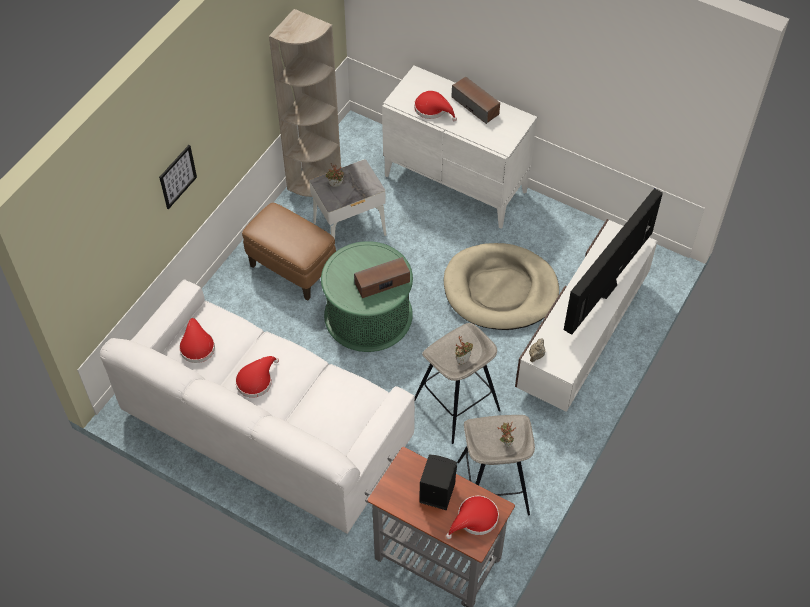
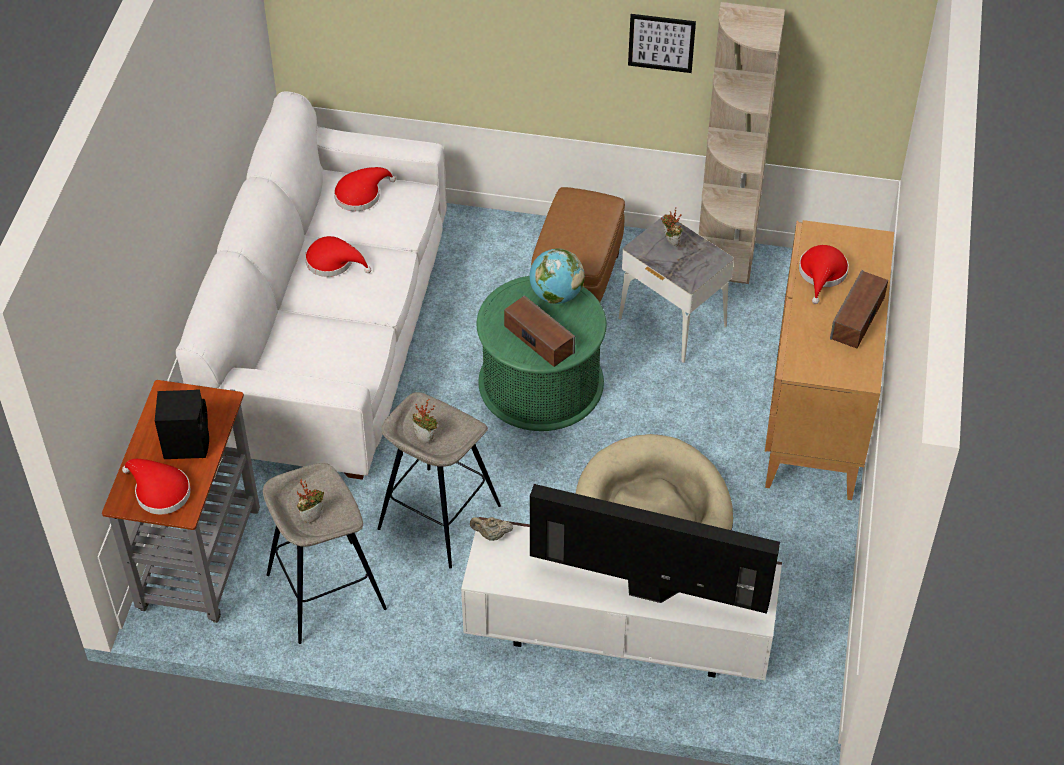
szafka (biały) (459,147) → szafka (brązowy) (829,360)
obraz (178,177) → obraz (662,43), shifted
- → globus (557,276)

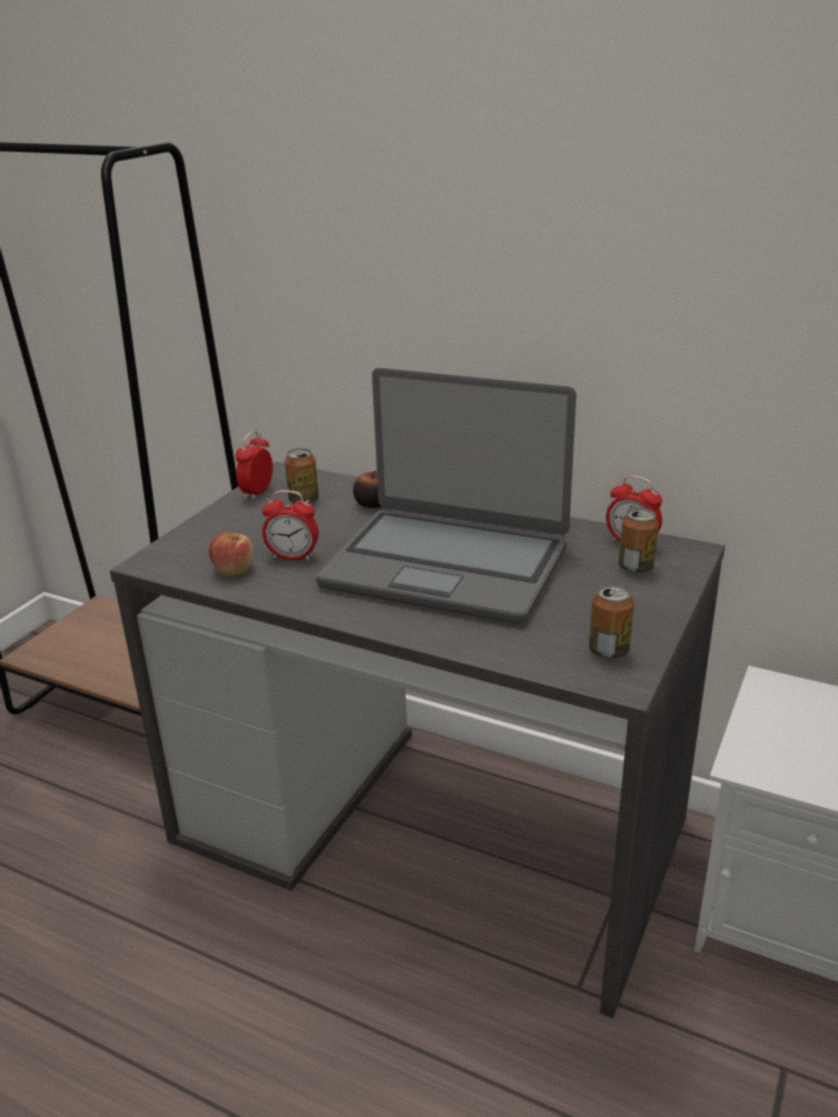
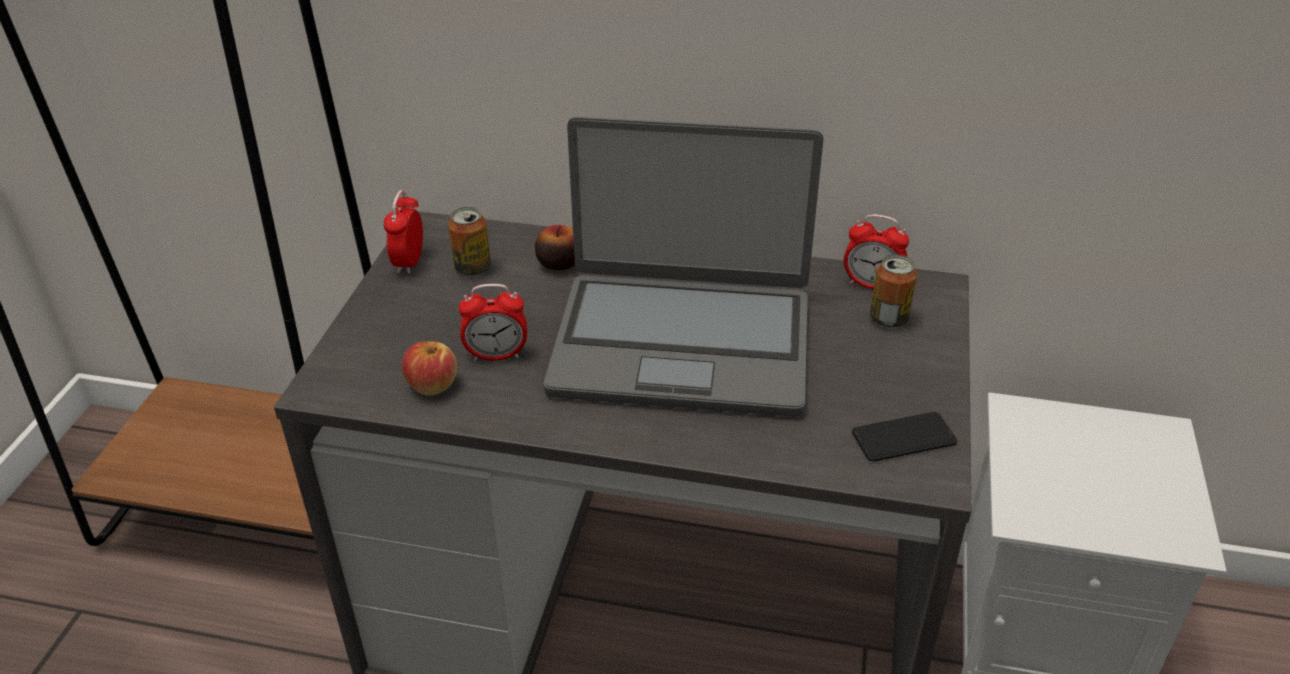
puszka (611,621) → telefon (904,436)

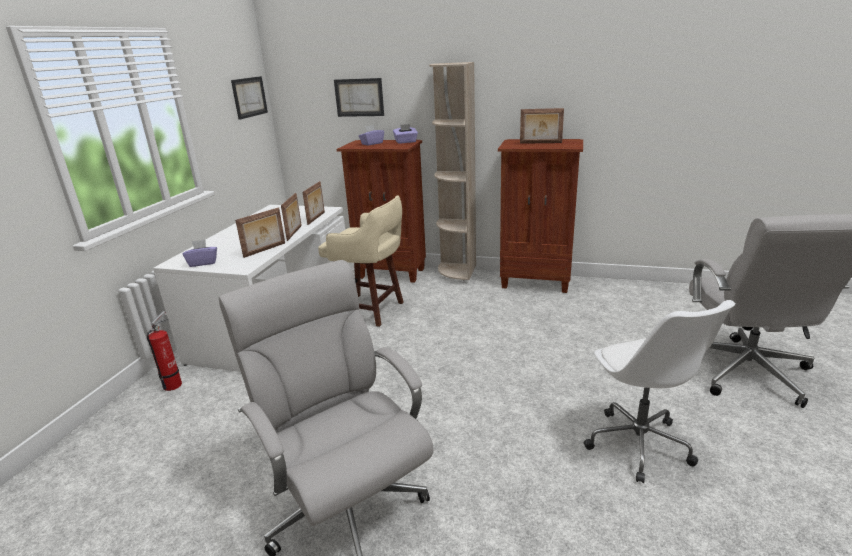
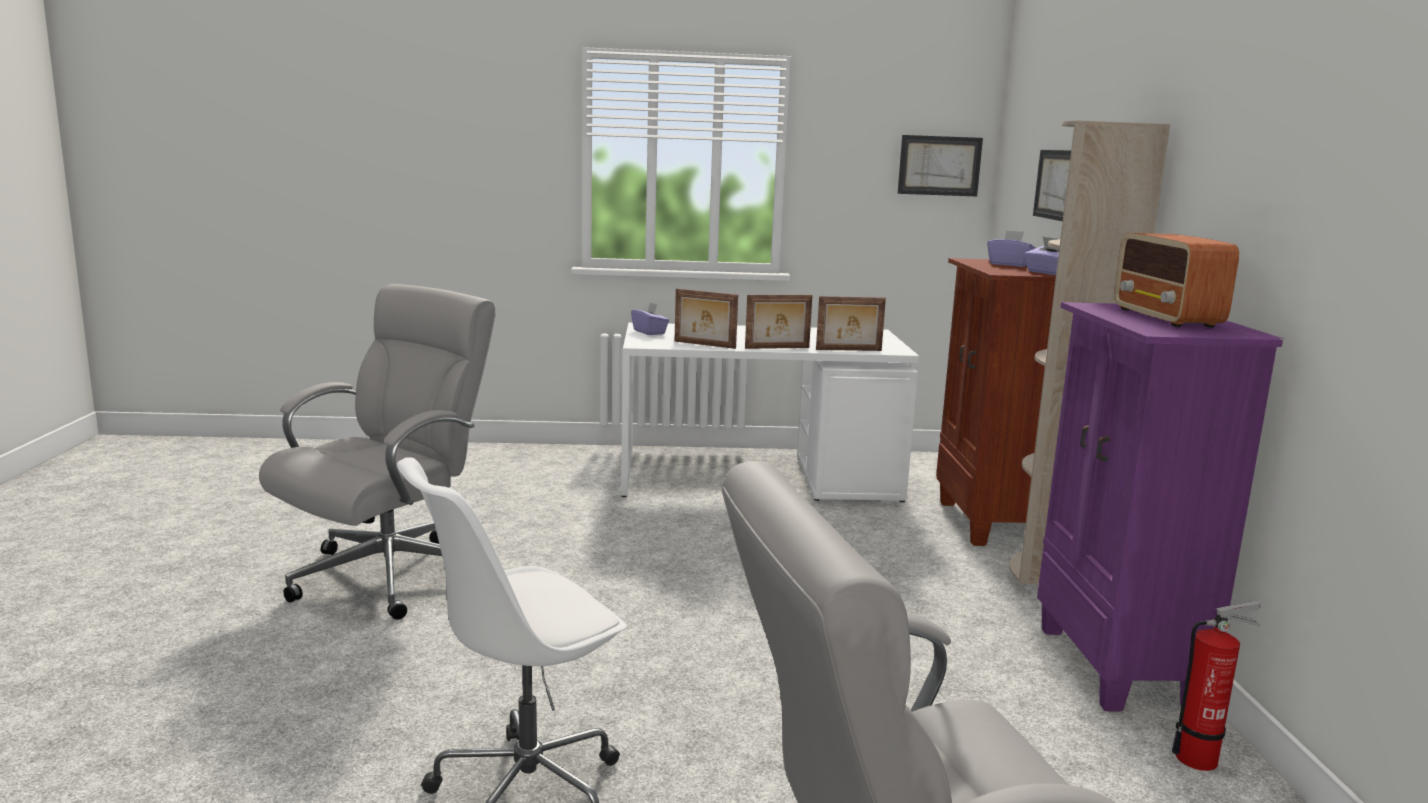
ramka na zdjęcie (542,126) → radio (1176,280)
szafka (brązowy) (540,216) → szafka (fioletowy) (1160,506)
stołek (beżowy) (361,261) → -
gaśnica (164,351) → gaśnica (1216,686), shifted

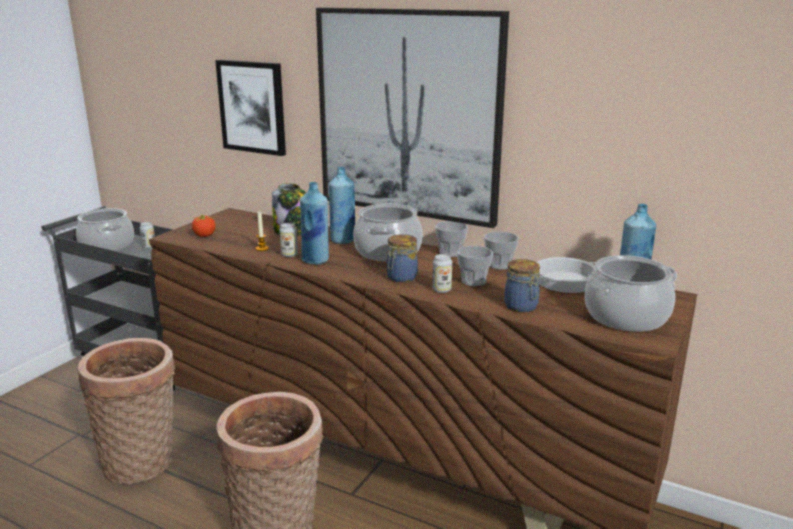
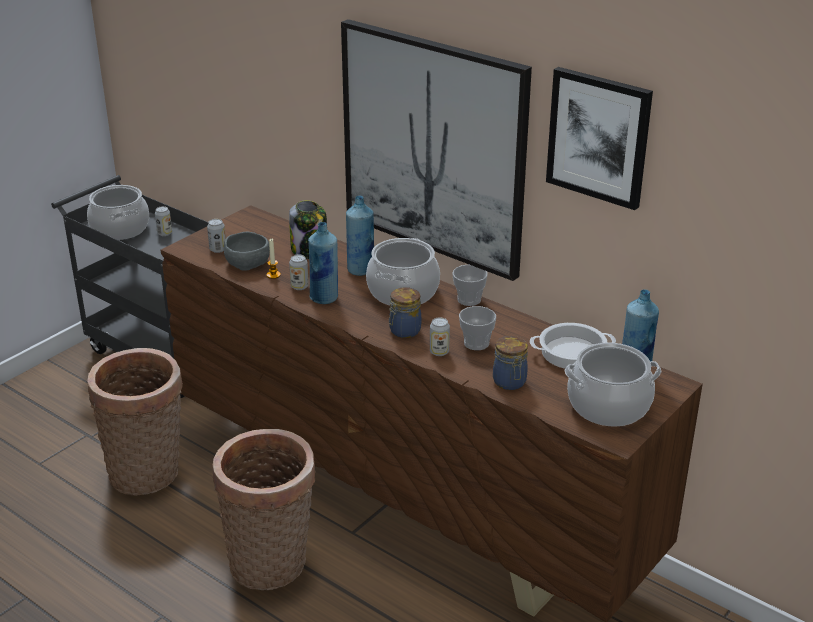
obraz (250,108) → obraz (599,138), shifted
pomidor (204,225) → puszka (216,236)
filiżanka (501,251) → -
- → miska (szary) (247,251)

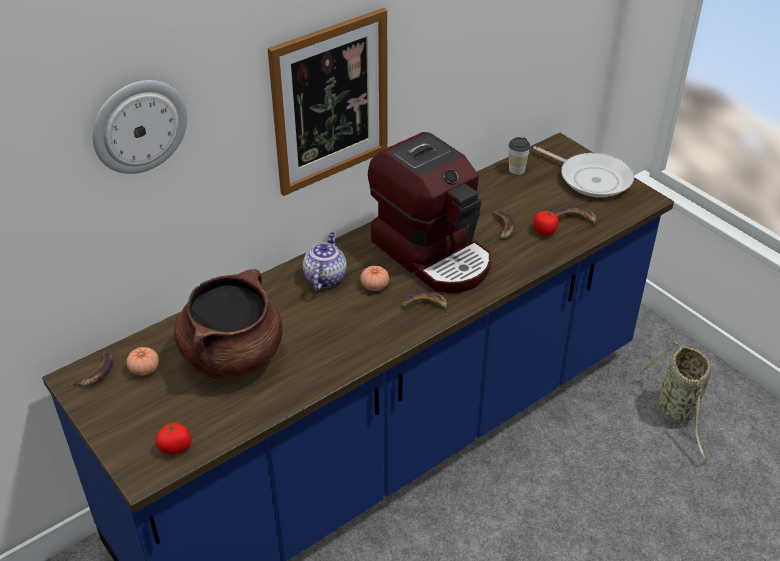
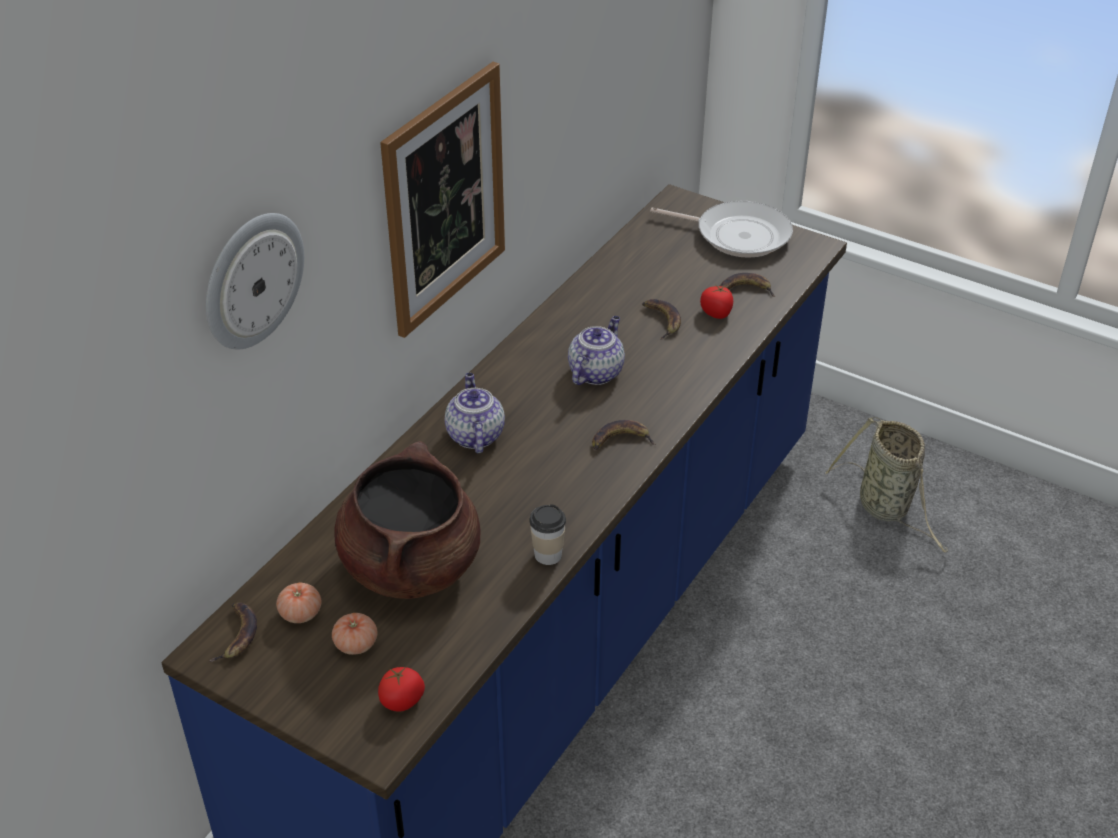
ekspres do kawy (429,212) → imbryk (596,350)
filiżanka (519,156) → filiżanka (547,534), shifted
pomidor (374,278) → pomidor (355,634), shifted

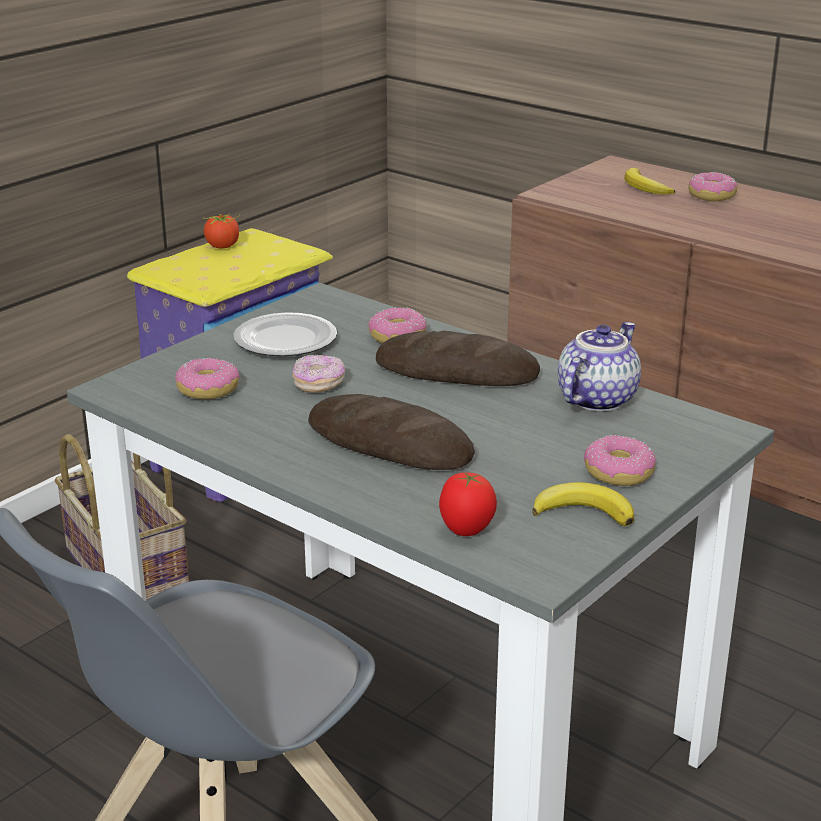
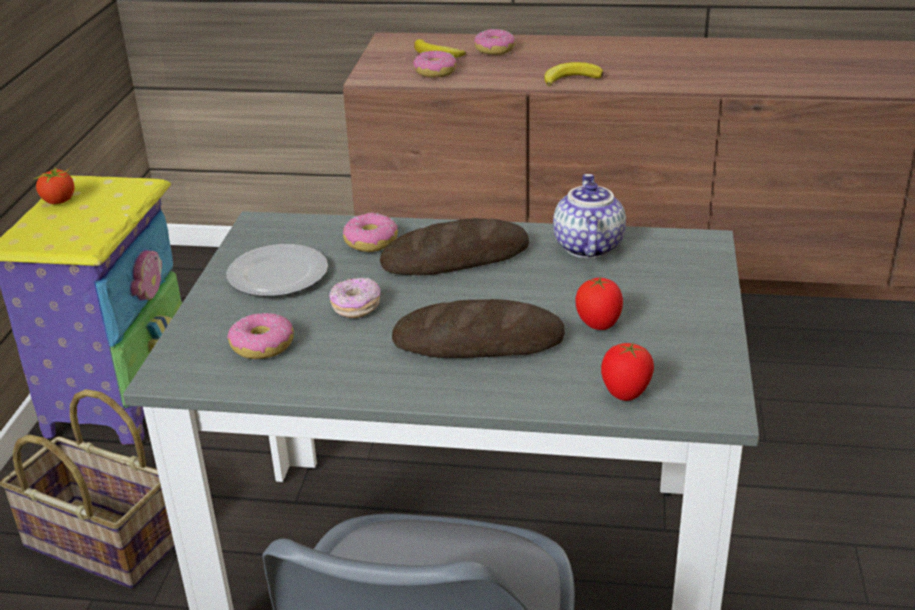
donut (620,460) → donut (435,64), shifted
banan (583,504) → banan (573,74), shifted
- → pomidor (599,303)

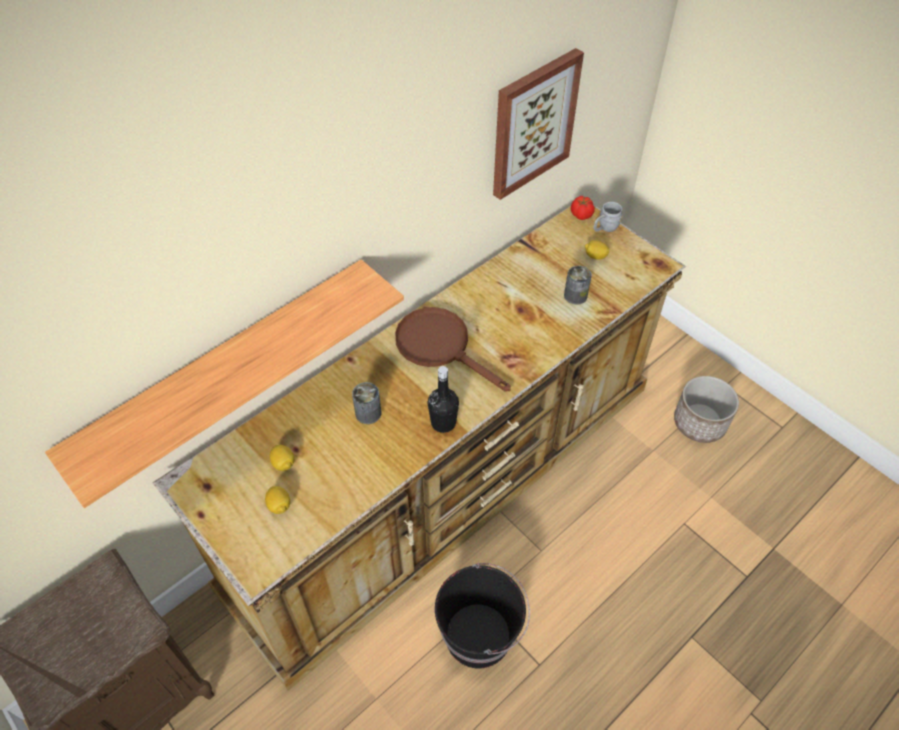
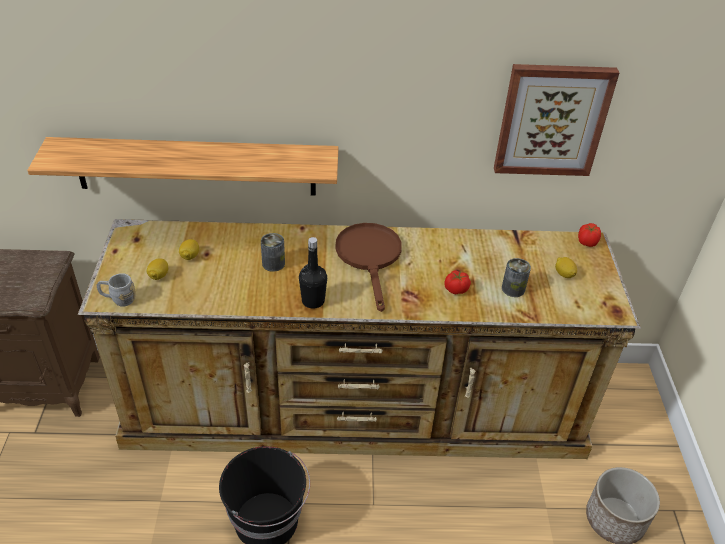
kubek (szary) (608,217) → kubek (szary) (116,290), shifted
- → pomidor (458,282)

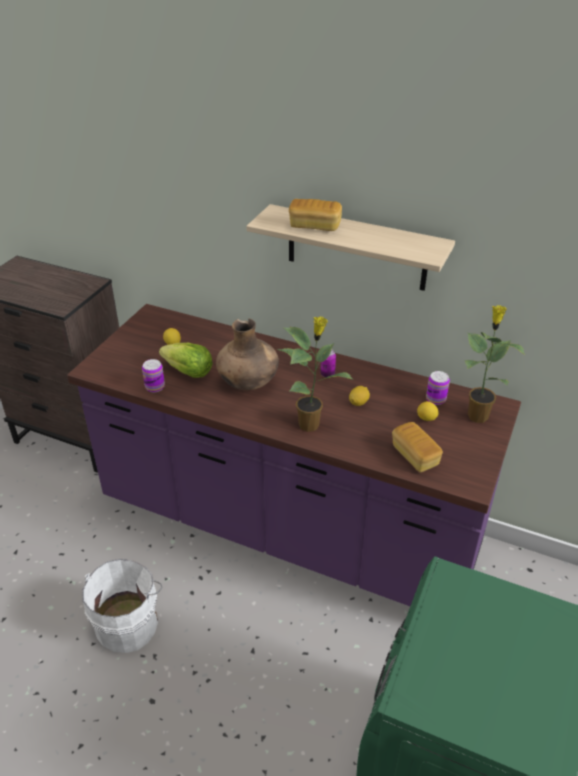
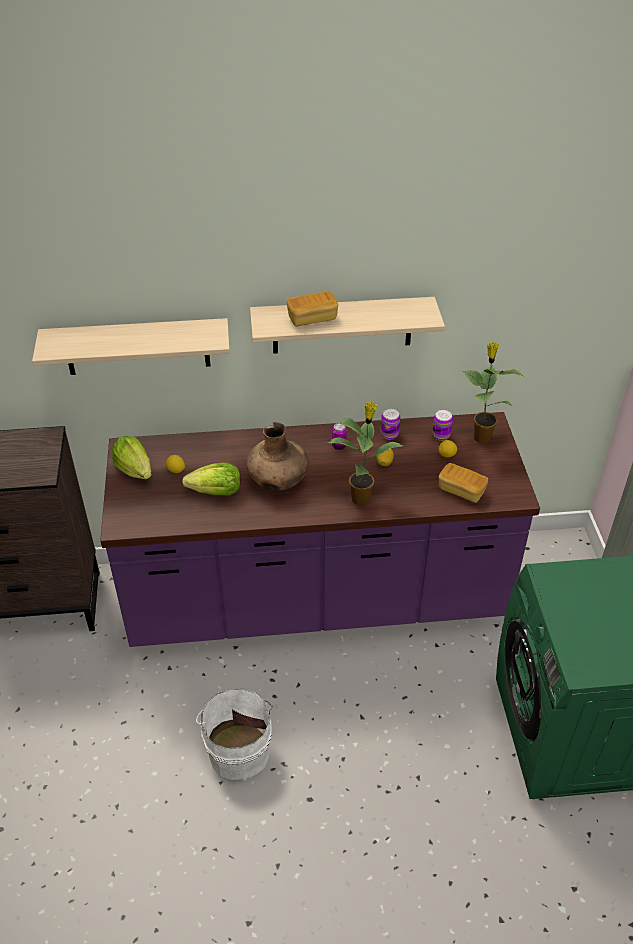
puszka (153,375) → puszka (390,424), shifted
- → półka (131,346)
- → sałata (132,457)

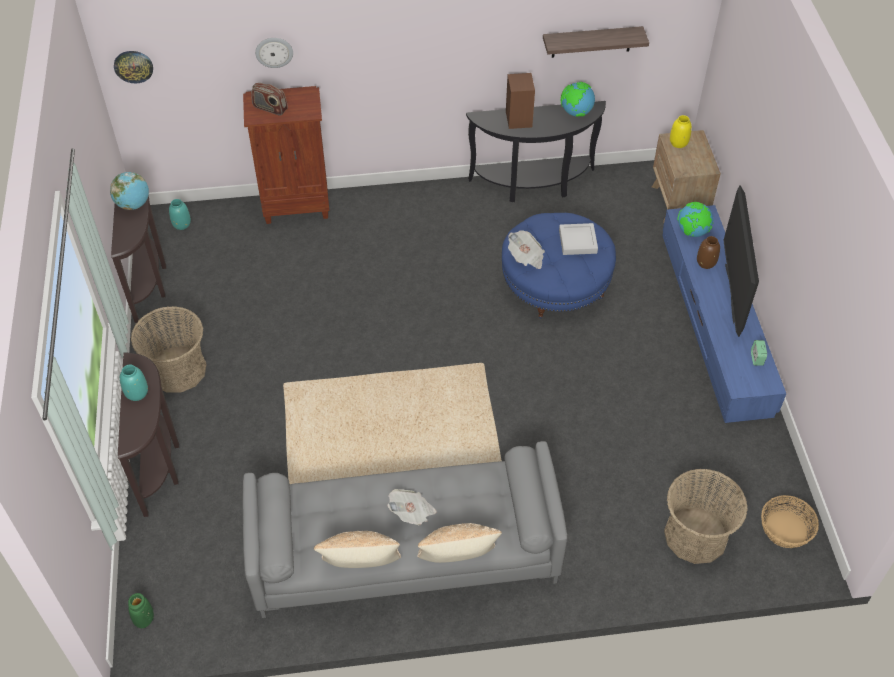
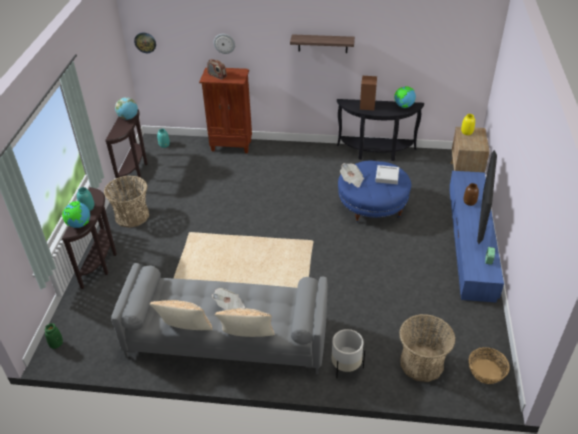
półka (596,42) → półka (322,43), shifted
globus (695,219) → globus (76,214), shifted
- → donica (biały) (348,353)

